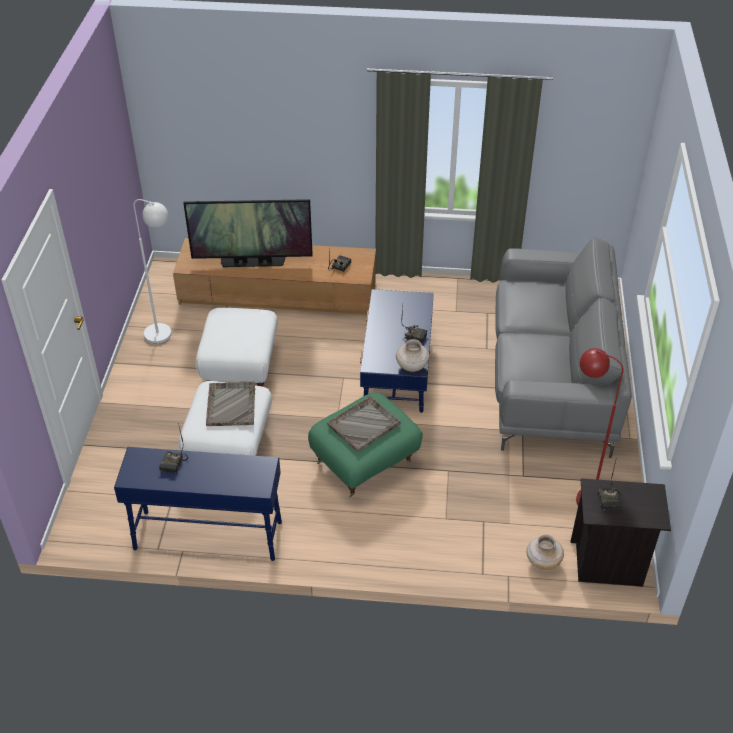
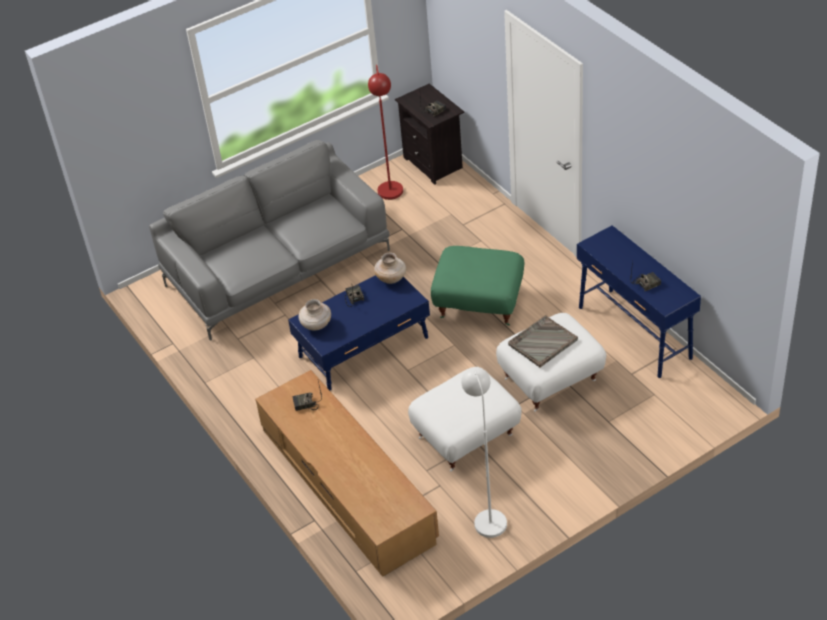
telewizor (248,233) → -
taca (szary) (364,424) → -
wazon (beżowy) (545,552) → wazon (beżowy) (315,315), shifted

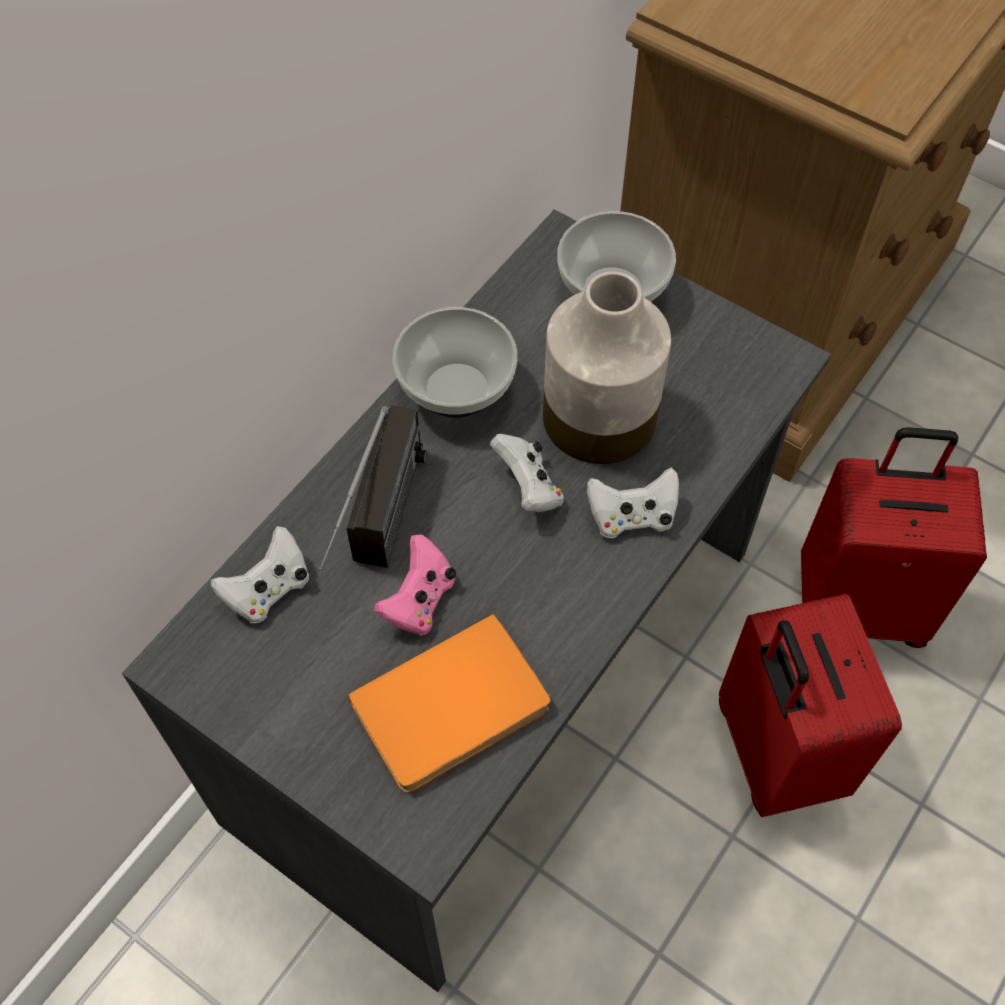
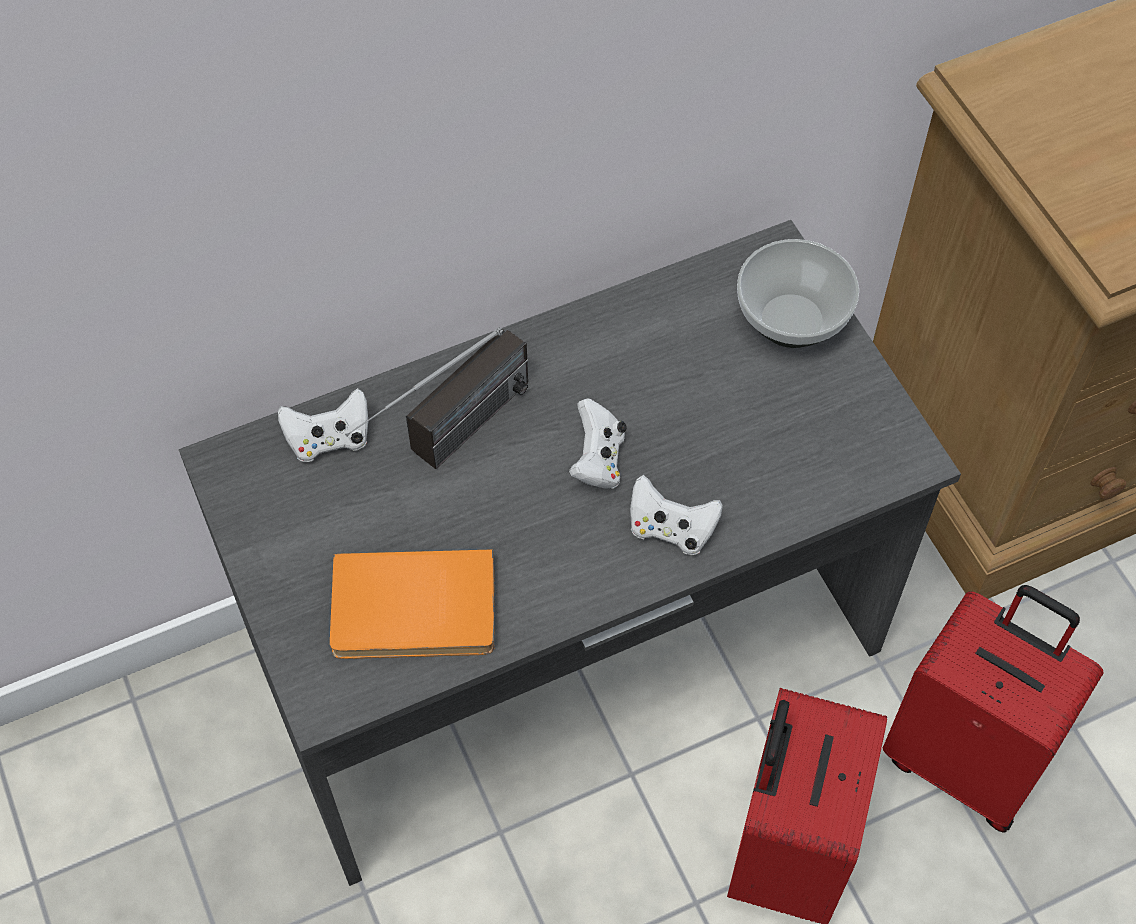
wazon (beżowy) (607,367) → -
miska (455,362) → -
pad do gier (różowy) (414,585) → -

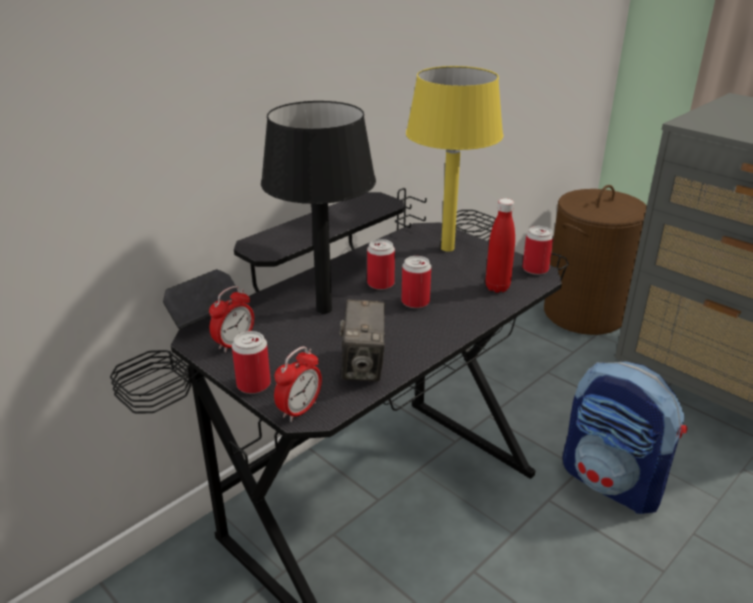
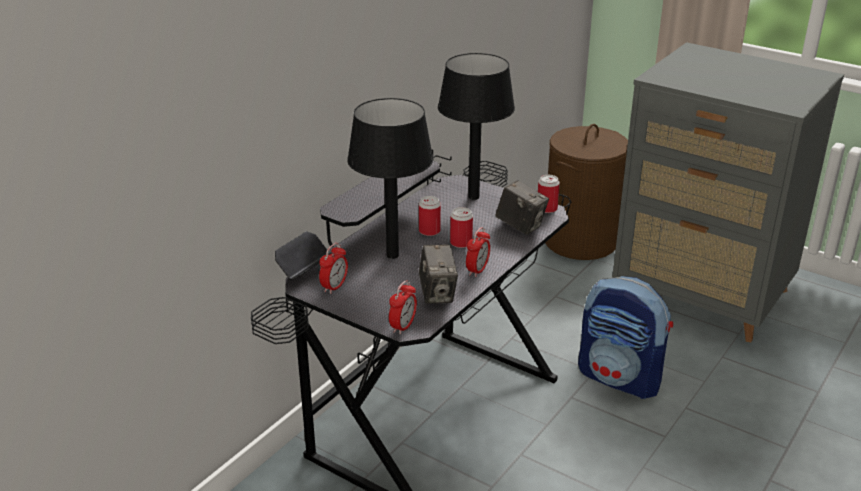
lampa stołowa (żółty) (454,159) → lampa stołowa (czarny) (476,126)
butelka (czerwony) (500,245) → aparat fotograficzny (522,207)
puszka (251,362) → -
- → budzik (478,252)

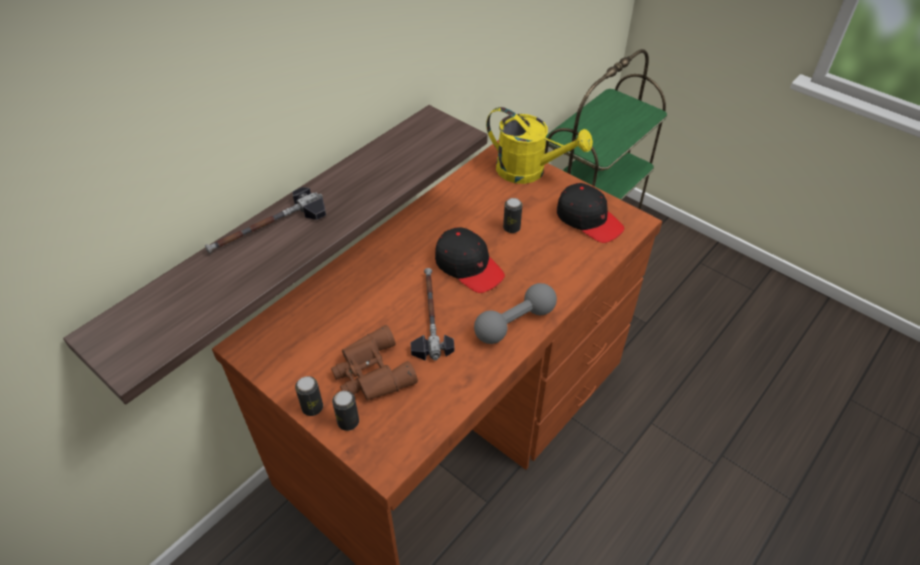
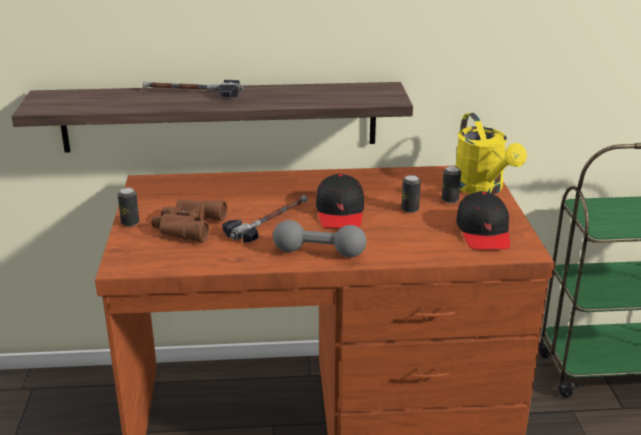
puszka (345,411) → puszka (451,184), shifted

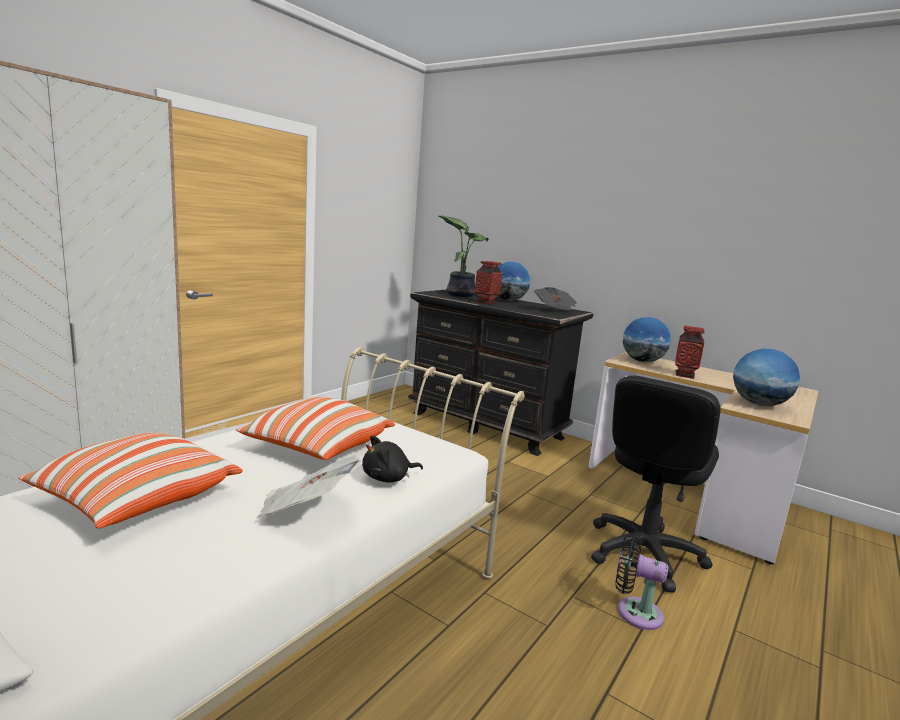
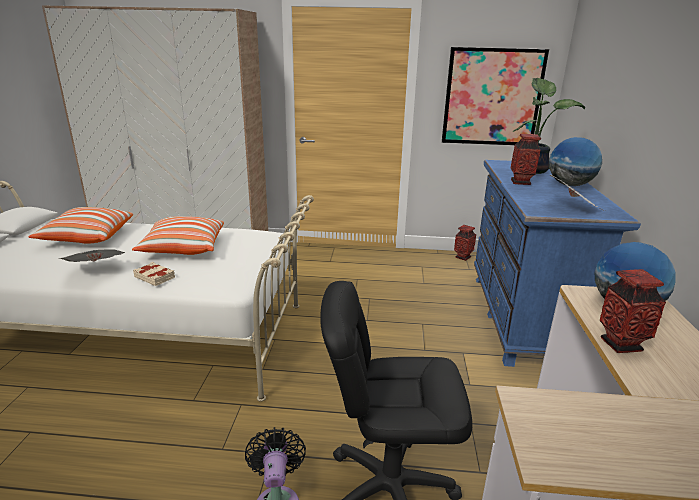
komoda (czarny) (501,373) → komoda (niebieski) (557,263)
globus (766,377) → -
pluszak (czarny) (392,459) → książka (beżowy) (154,274)
- → obraz (495,96)
- → wazon (465,243)

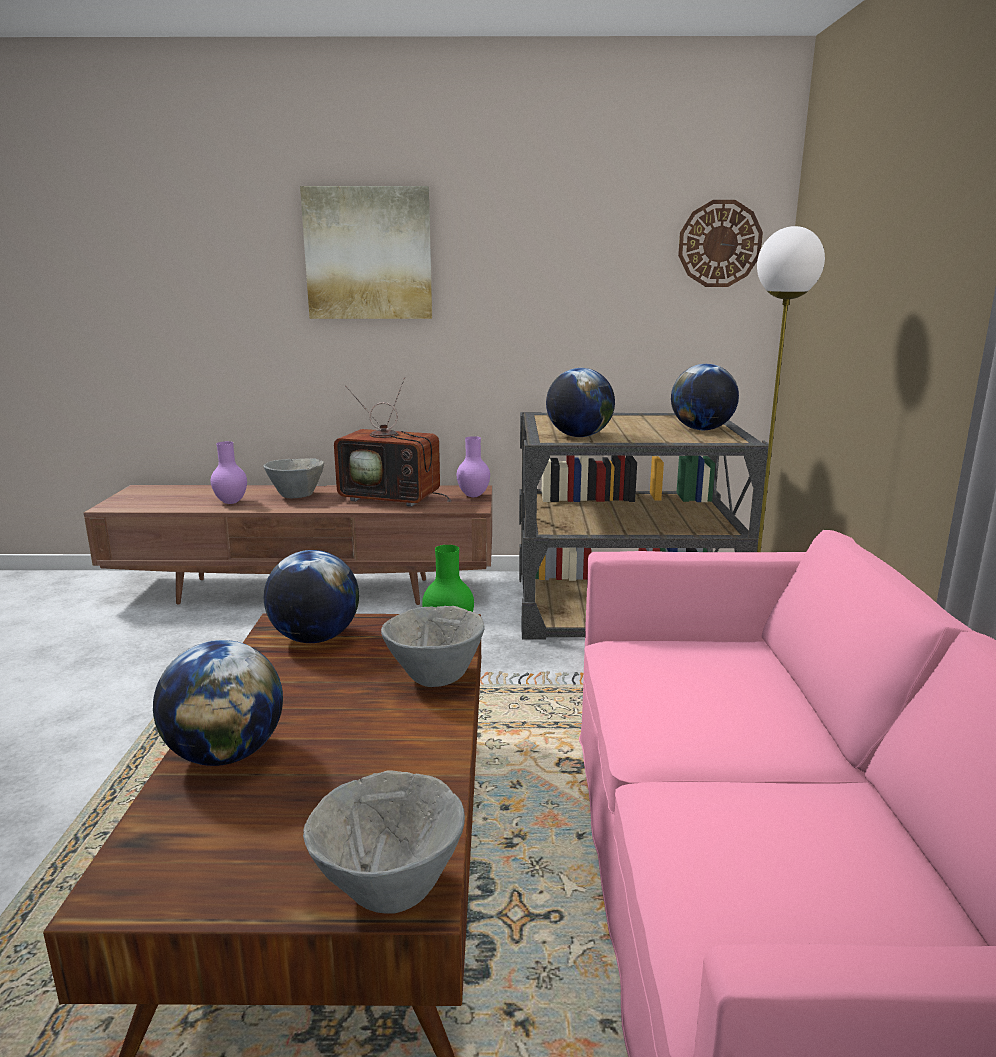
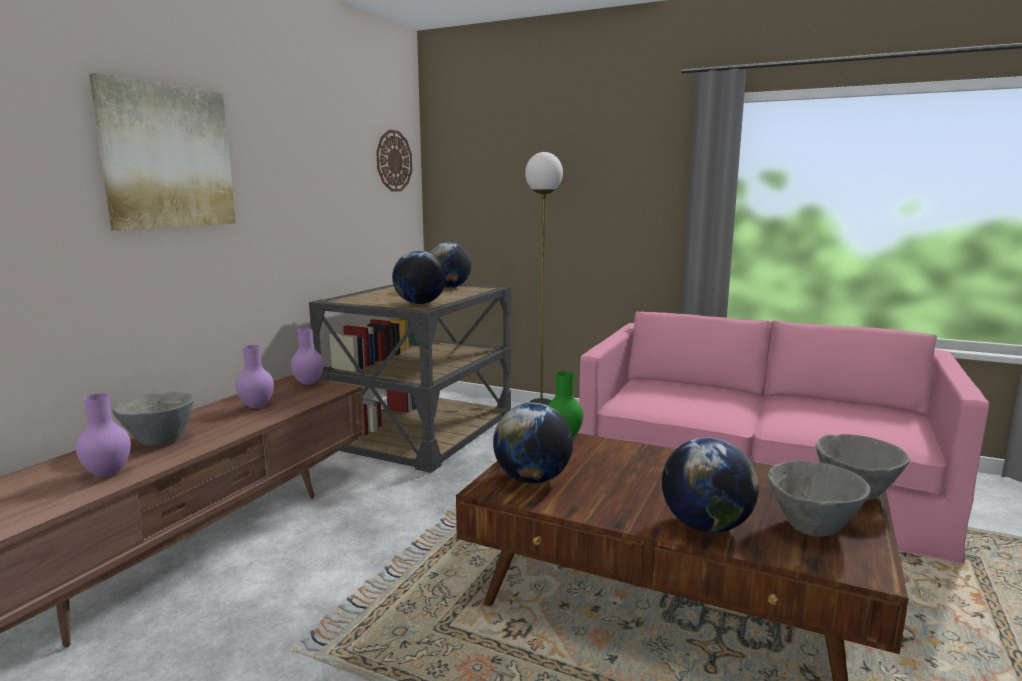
telewizor (393,442) → wazon (fioletowy) (255,376)
miska (szary) (433,646) → miska (szary) (818,498), shifted

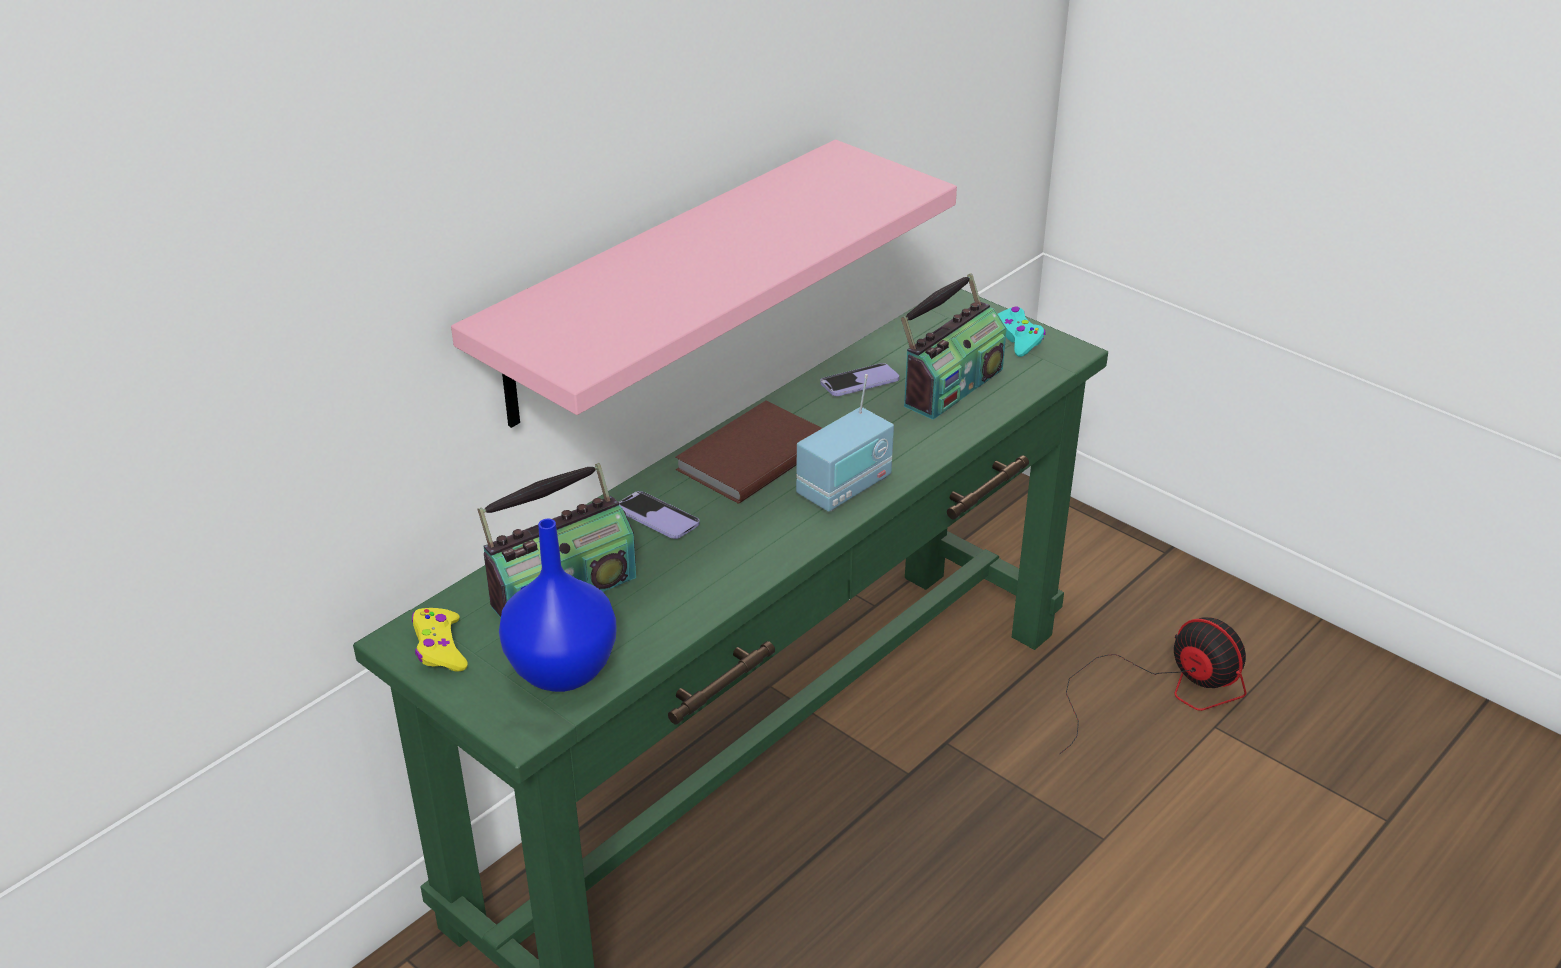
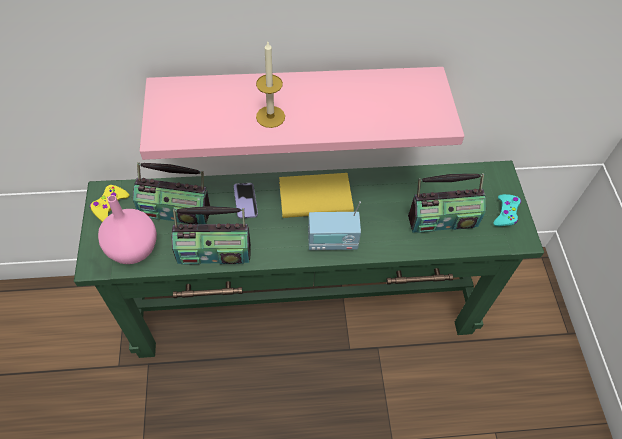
telefon (859,379) → -
książka (brązowy) (748,452) → książka (żółty) (316,195)
wazon (niebieski) (558,605) → wazon (różowy) (127,229)
wentylator (1152,685) → -
- → świeca (270,85)
- → radio (211,235)

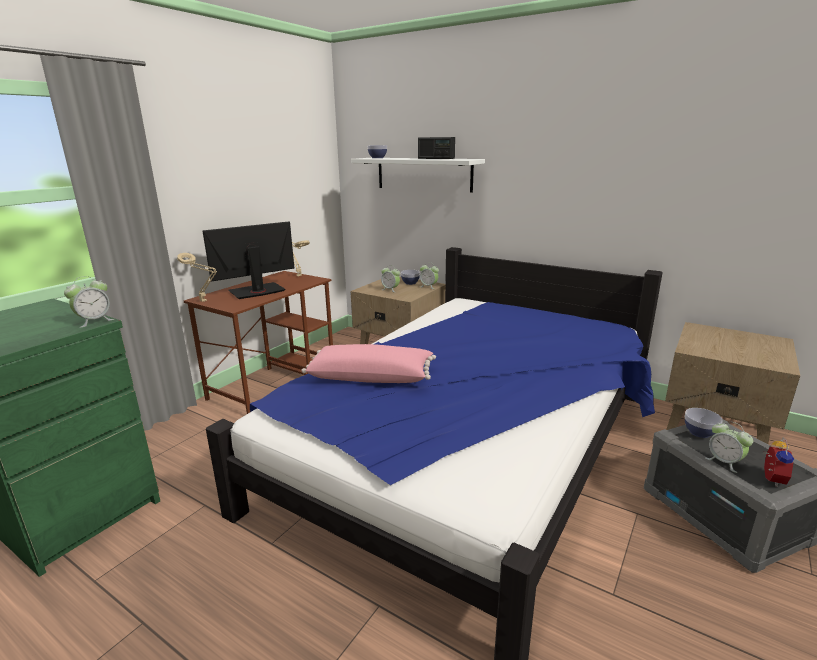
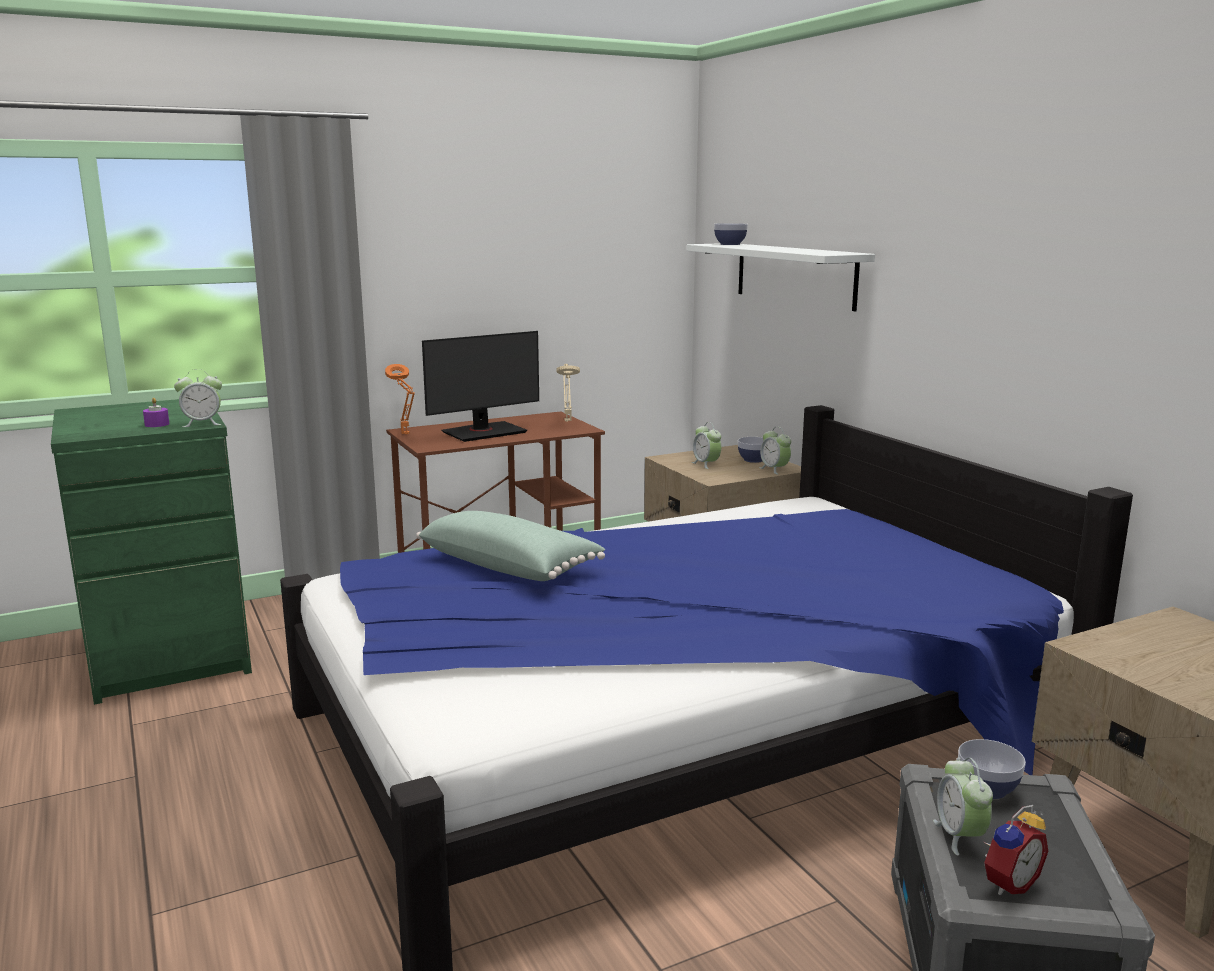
radio (436,148) → -
monitor (248,260) → monitor (480,386), 150 degrees clockwise
lampa stołowa (beżowy) (197,277) → lampa stołowa (pomarańczowy) (400,399)
poduszka (różowy) (368,363) → poduszka (zielony) (510,546)
- → świeca (fioletowy) (156,412)

